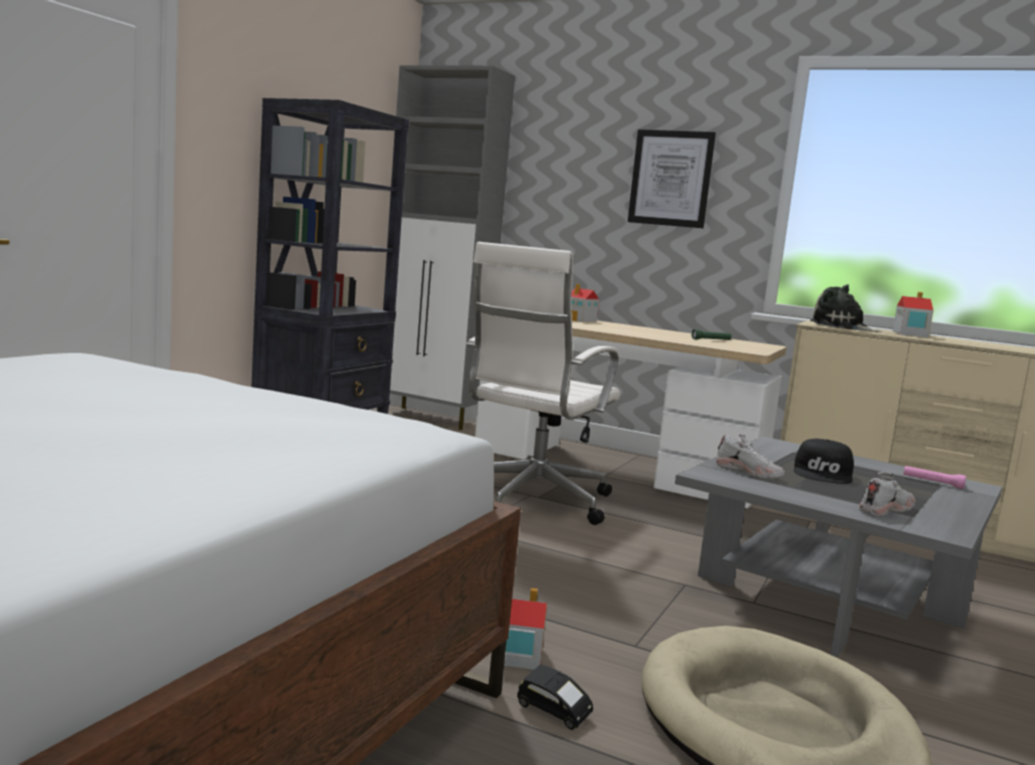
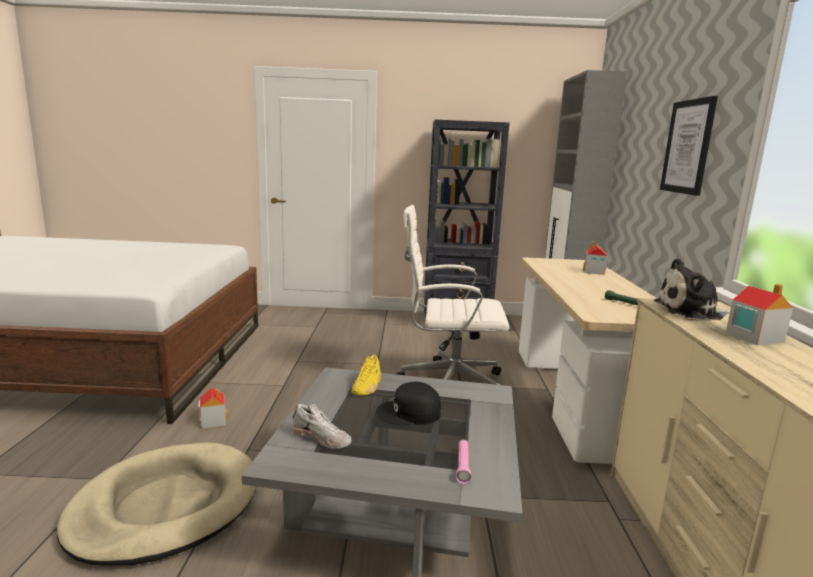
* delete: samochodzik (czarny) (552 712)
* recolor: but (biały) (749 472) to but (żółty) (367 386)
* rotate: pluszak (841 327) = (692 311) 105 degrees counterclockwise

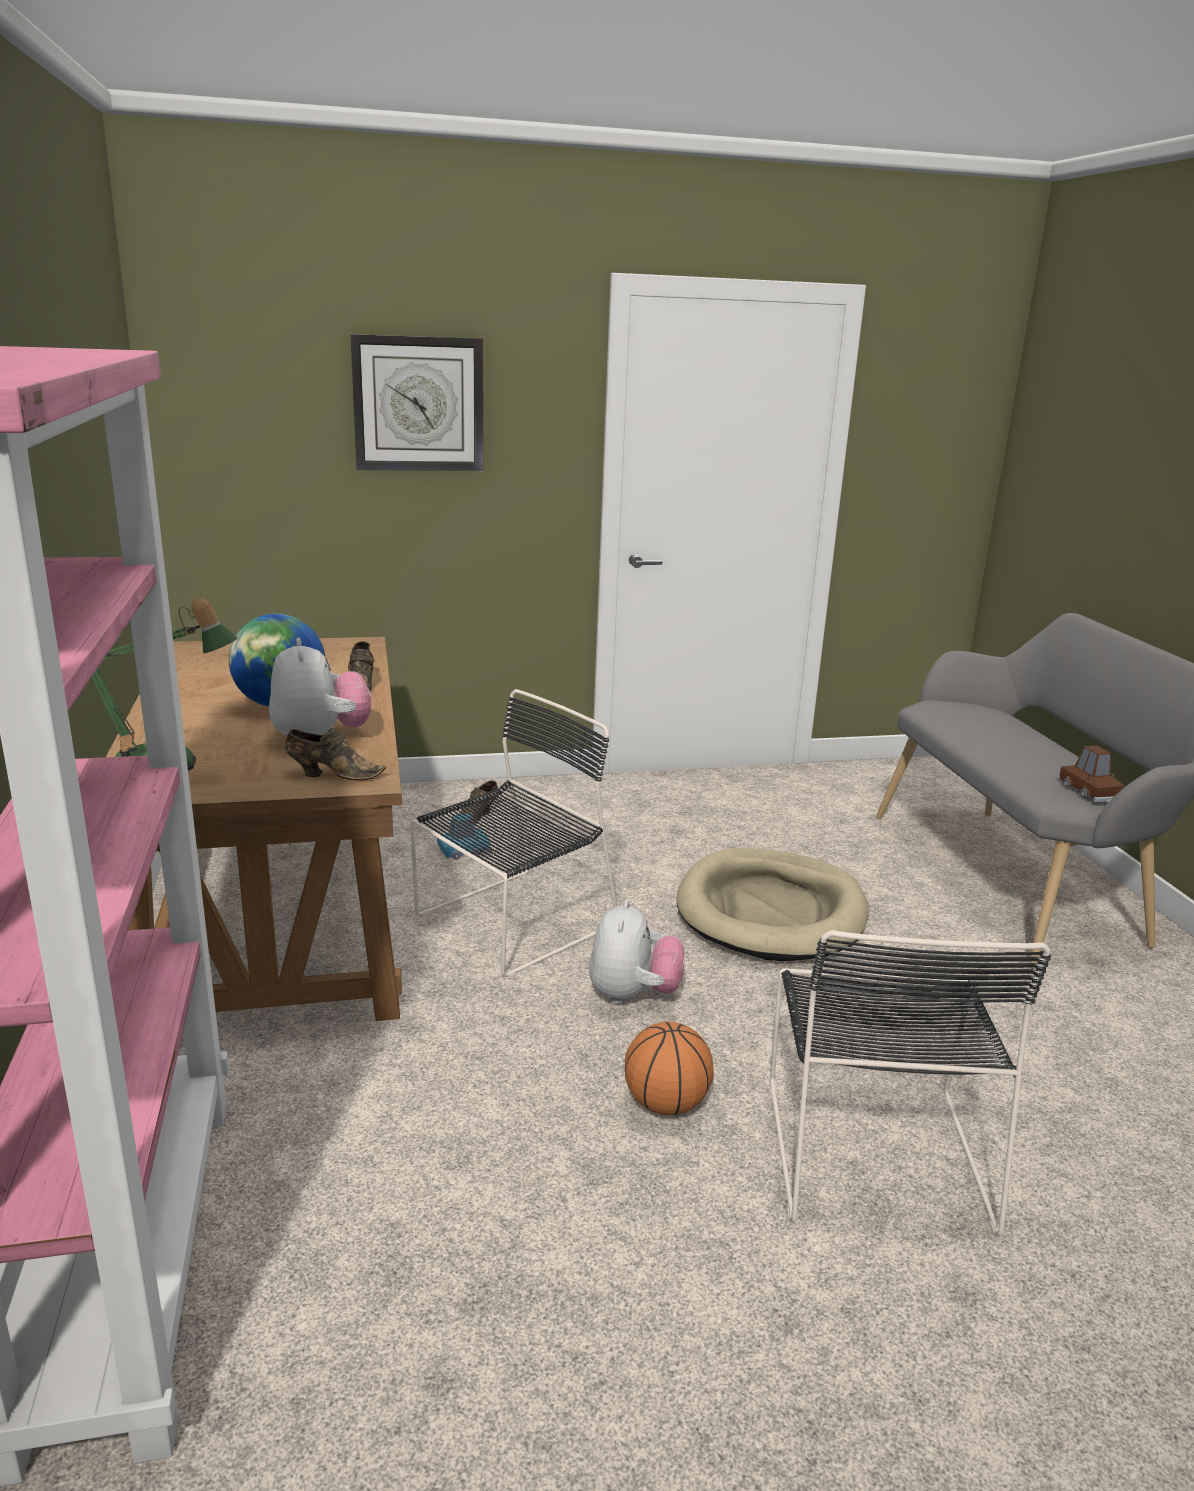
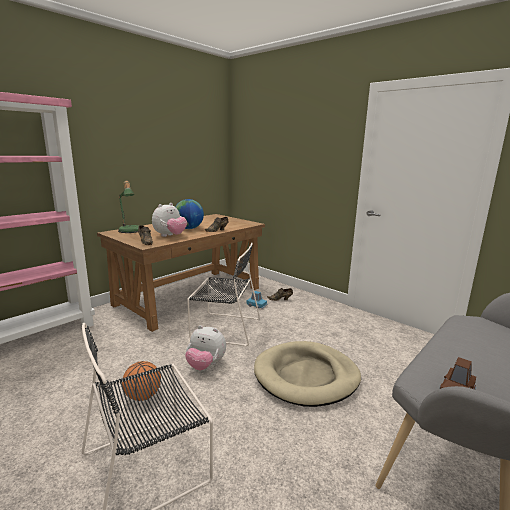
* delete: zegar ścienny (418 404)
* rotate: pluszak (632 995) = (205 365) 45 degrees clockwise

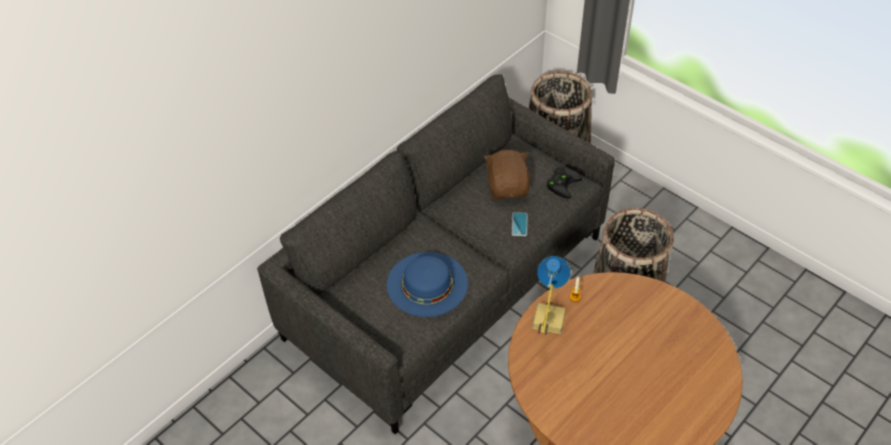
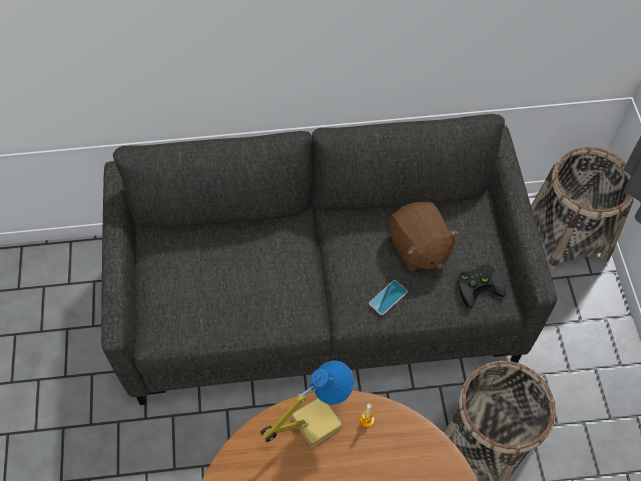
* delete: kapelusz (niebieski) (427 284)
* rotate: pluszak (brązowy) (508 187) = (418 248) 120 degrees clockwise

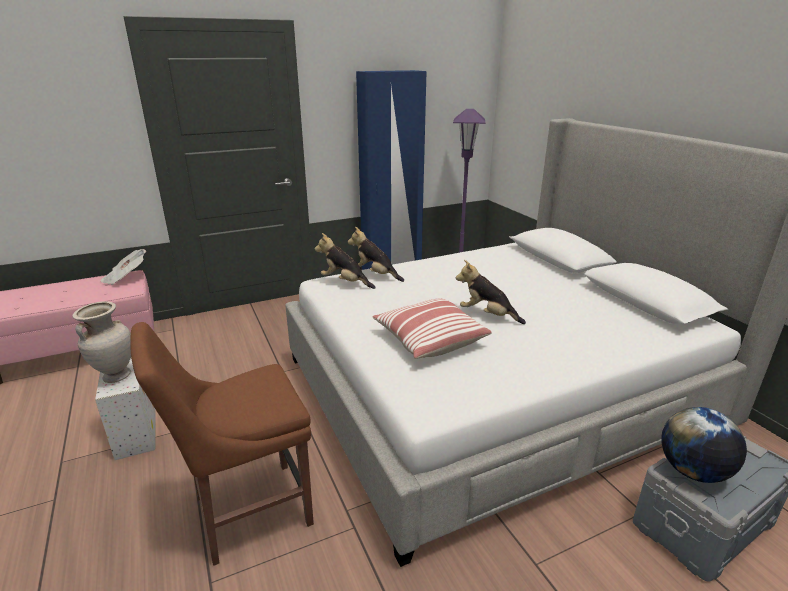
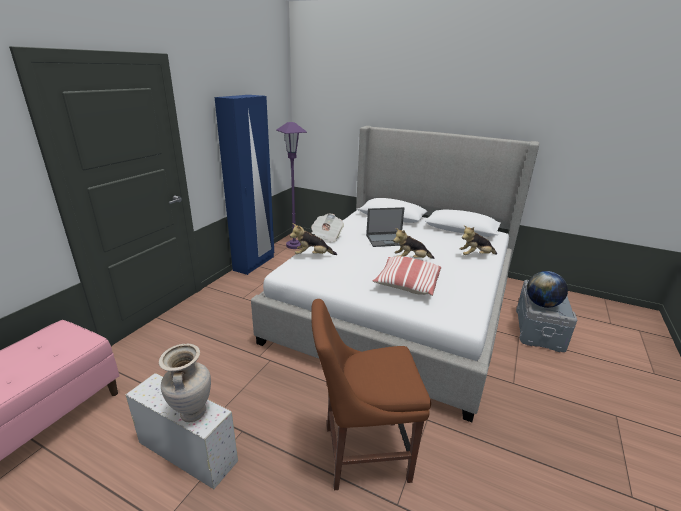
* insert: laptop (388 240)
* move: gazeta (126 278) to (326 237)
* move: pluszak (345 282) to (475 256)
* rotate: krzesło (brązowy) (246 511) = (361 453) 60 degrees clockwise

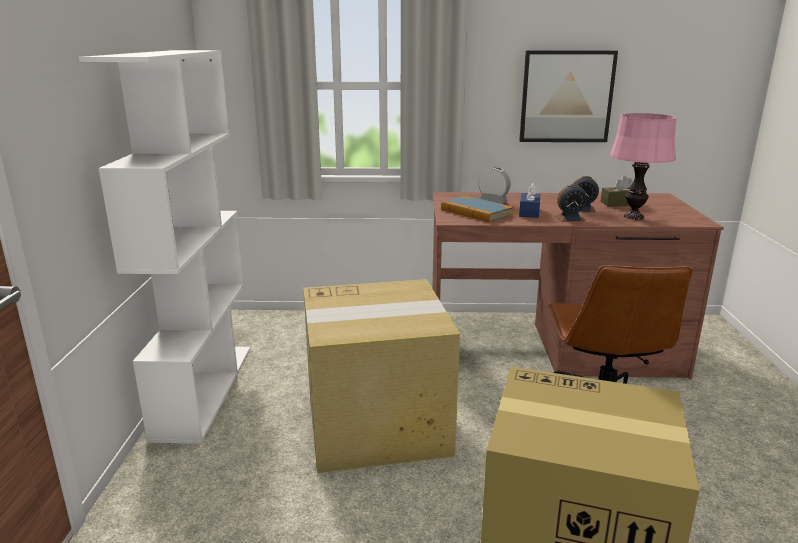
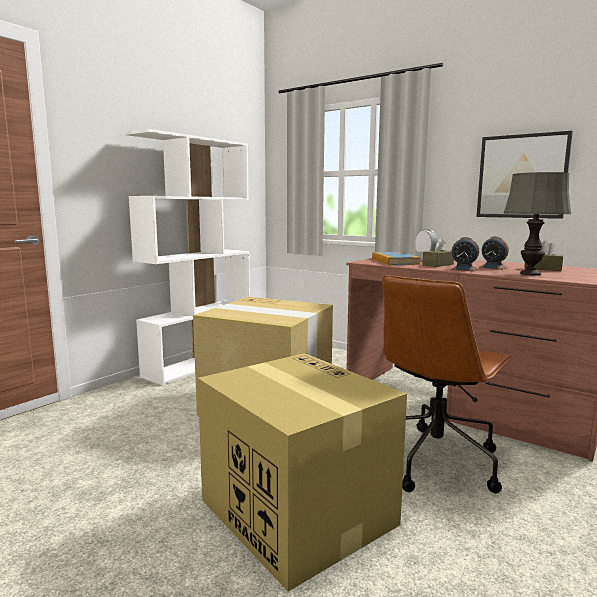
* recolor: pudełko chusteczek (niebieski) (529 212) to pudełko chusteczek (brązowy) (438 264)
* recolor: lampa stołowa (różowy) (633 217) to lampa stołowa (szary) (530 274)

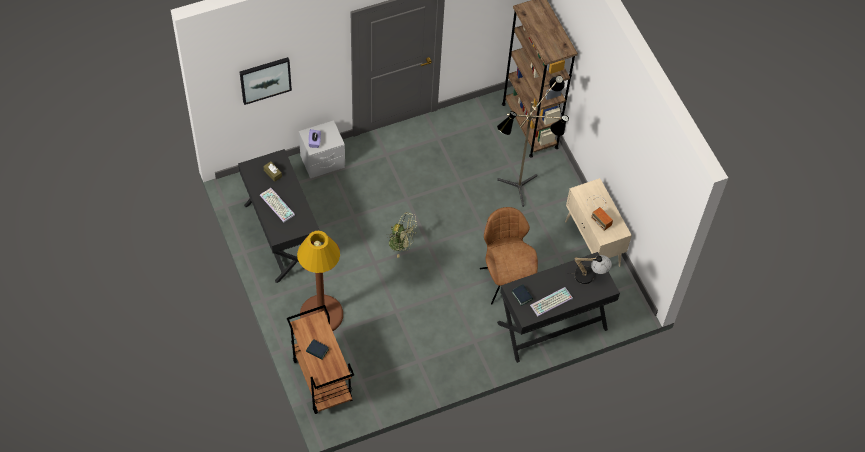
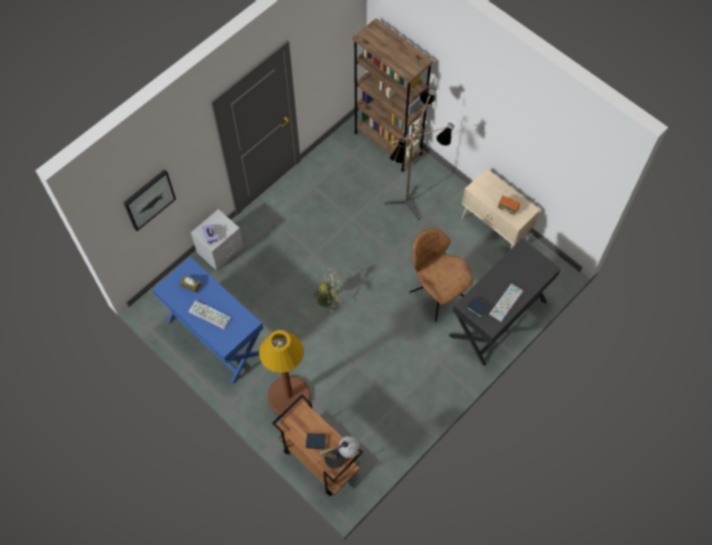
* move: lampa stołowa (589 276) to (340 456)
* recolor: biurko (czarny) (281 236) to biurko (niebieski) (216 336)

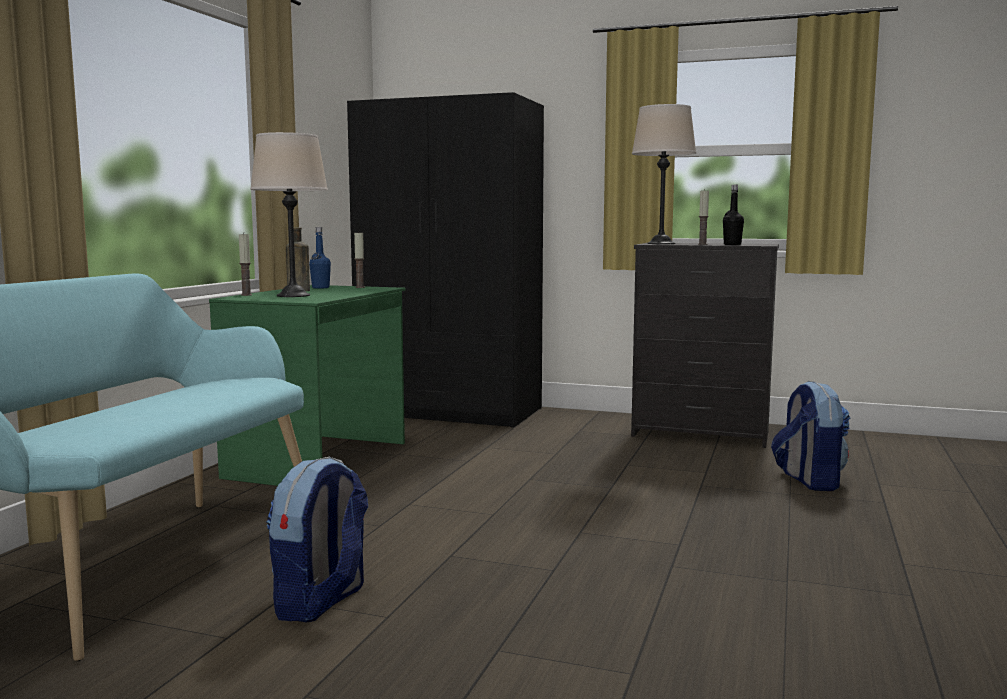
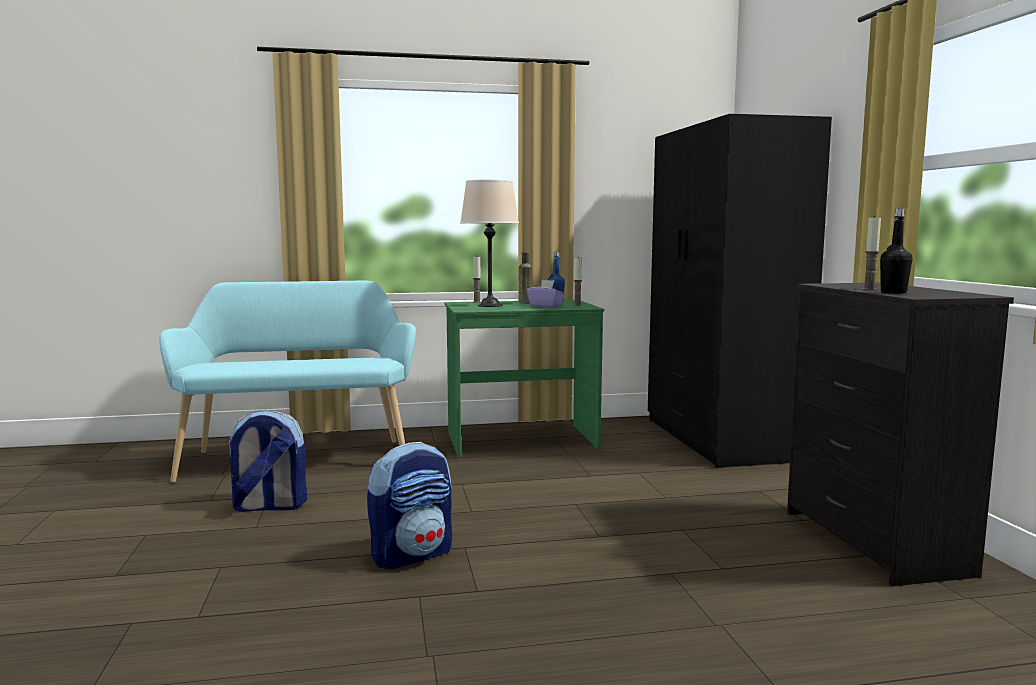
* delete: lampa stołowa (beżowy) (661 243)
* insert: pudełko chusteczek (fioletowy) (546 306)
* move: plecak (809 481) to (412 555)

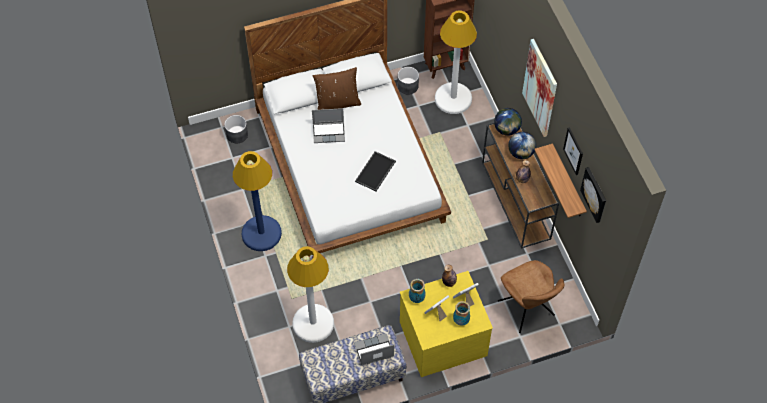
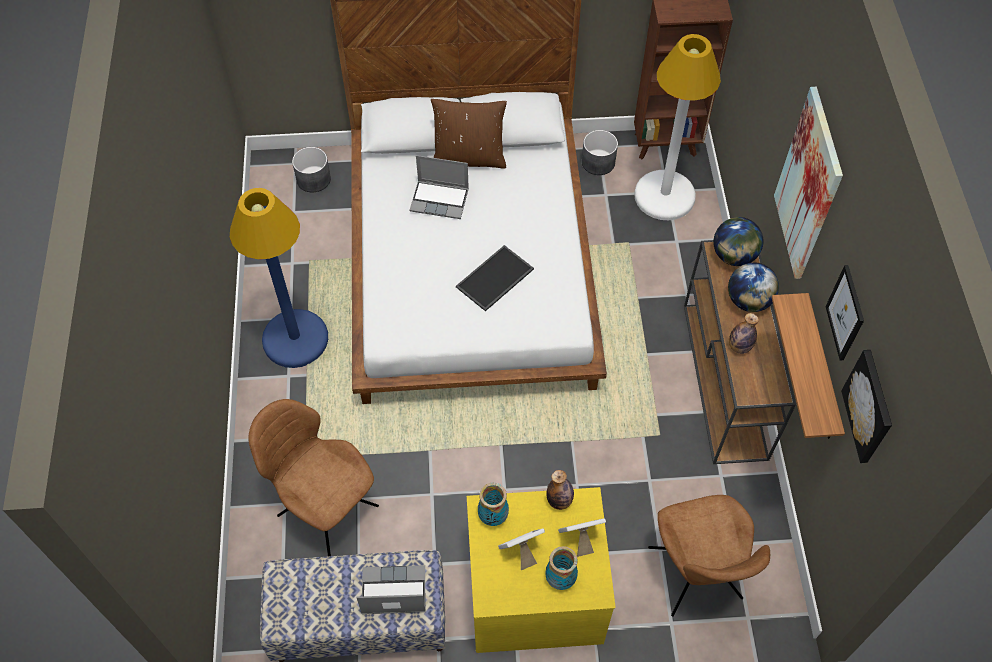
* replace: lampa stojąca (biały) (313 323) to krzesło (brązowy) (325 508)

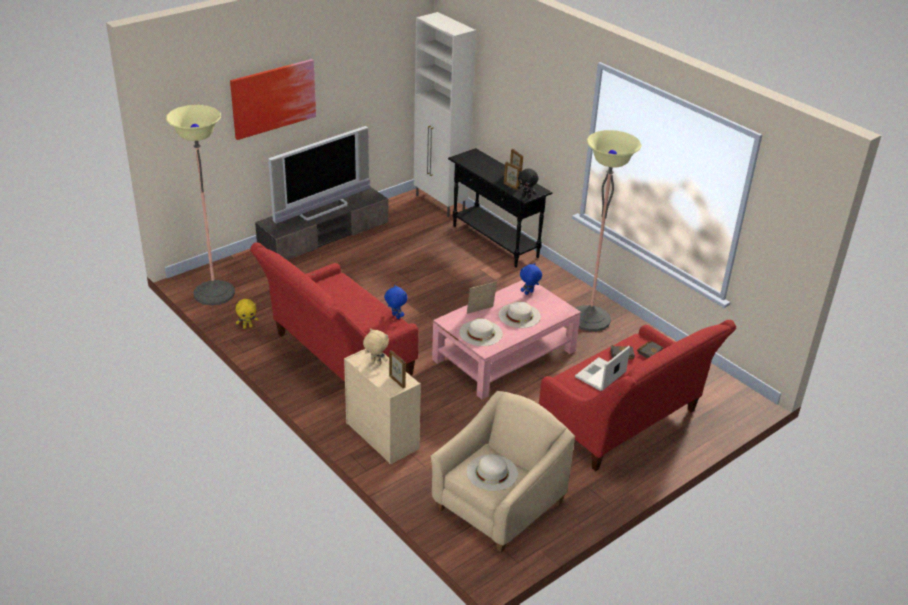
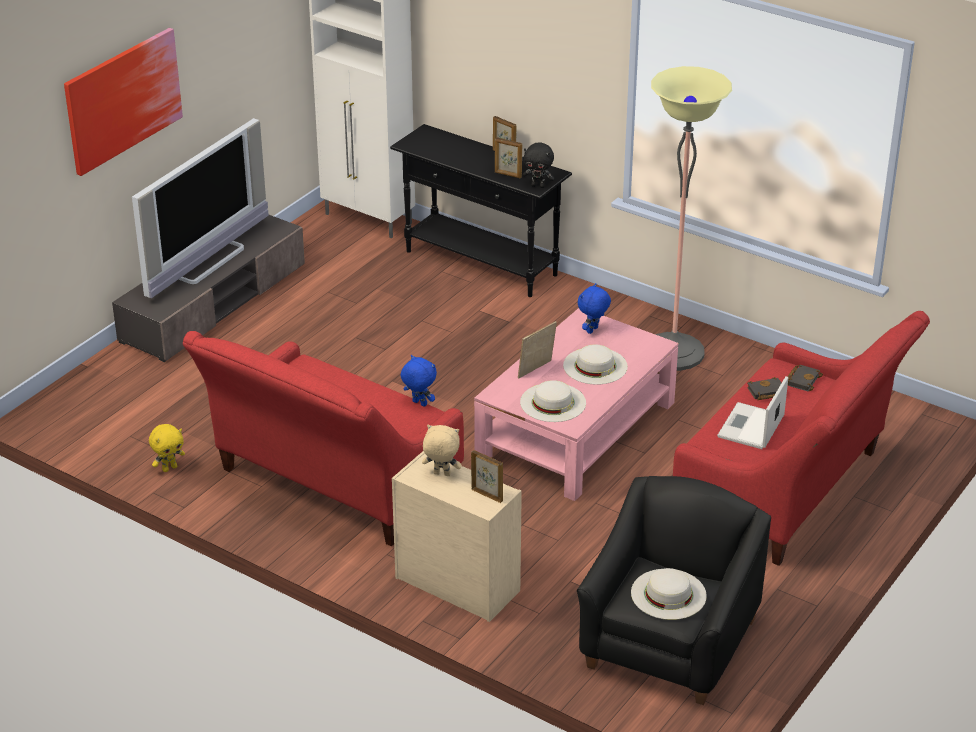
* delete: lampa stojąca (214 293)
* recolor: fotel (beżowy) (498 506) to fotel (czarny) (669 643)

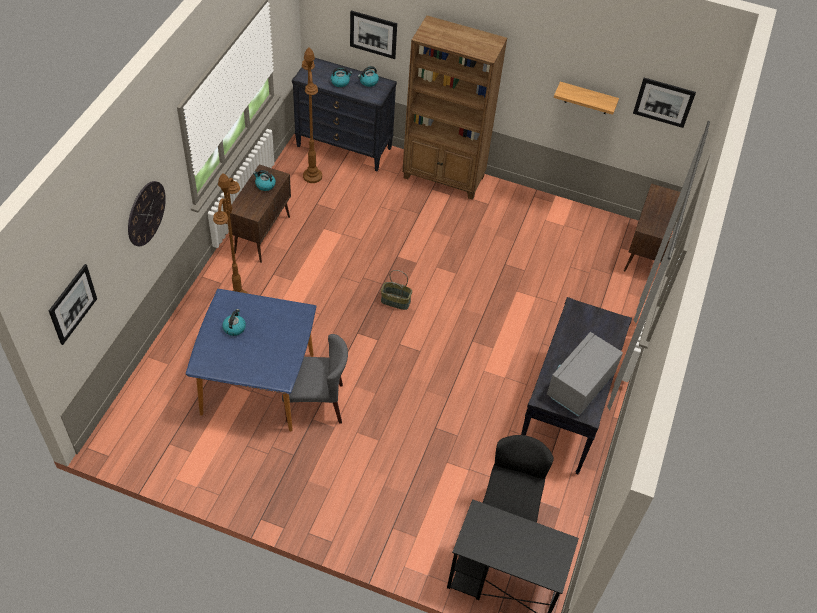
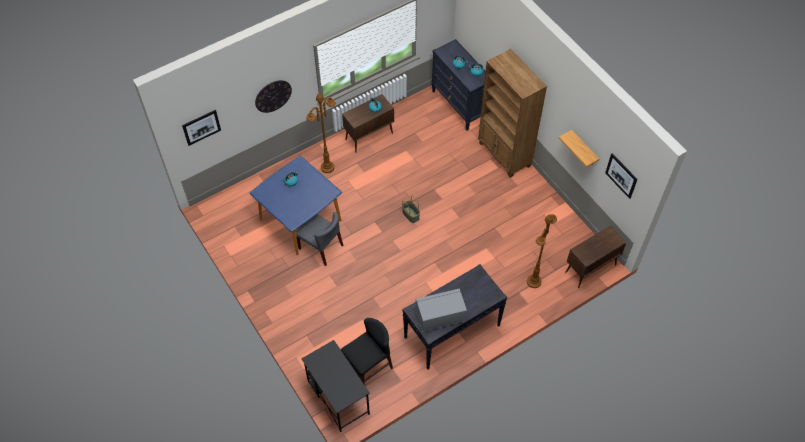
* delete: obraz (373 34)
* move: lampa stojąca (brązowy) (312 176) to (534 282)

